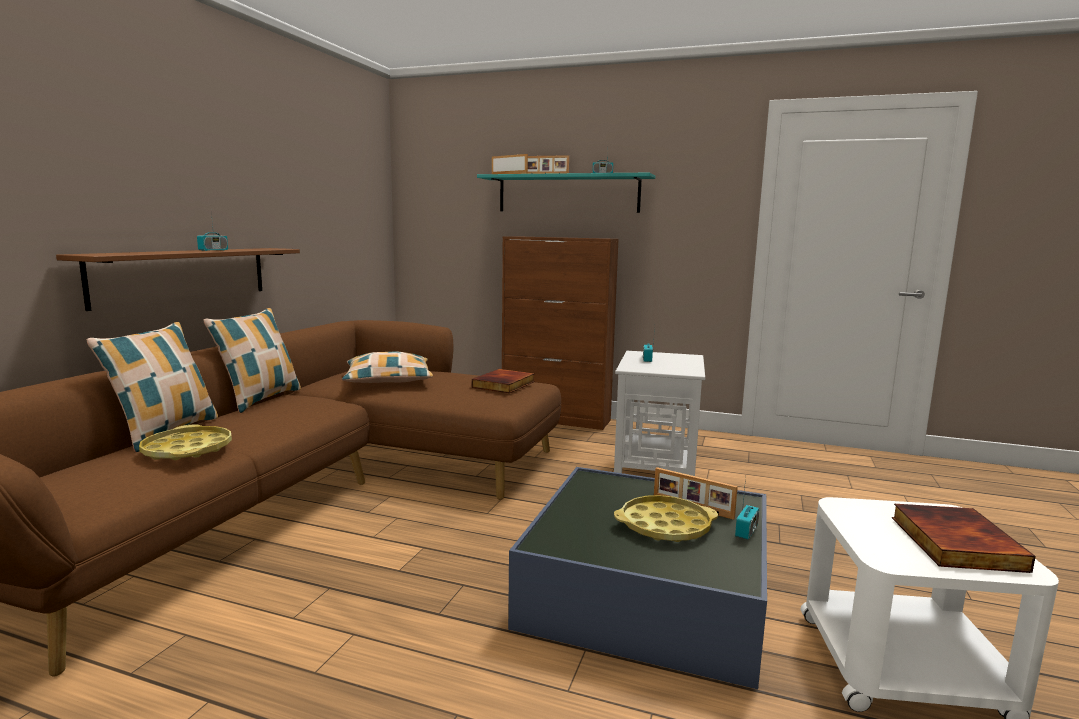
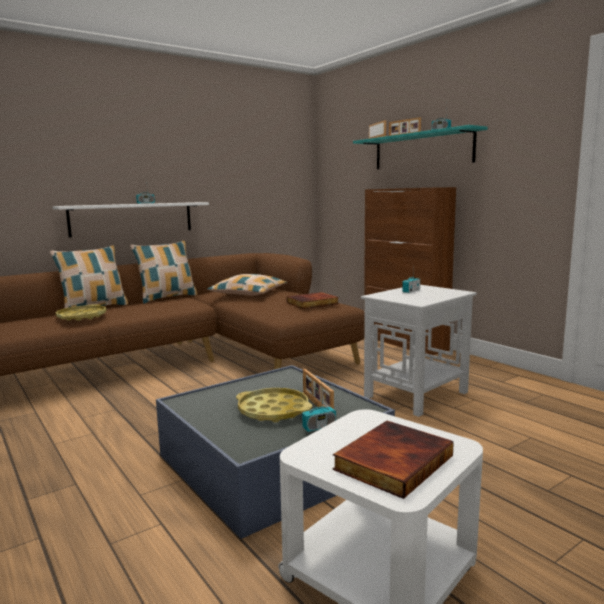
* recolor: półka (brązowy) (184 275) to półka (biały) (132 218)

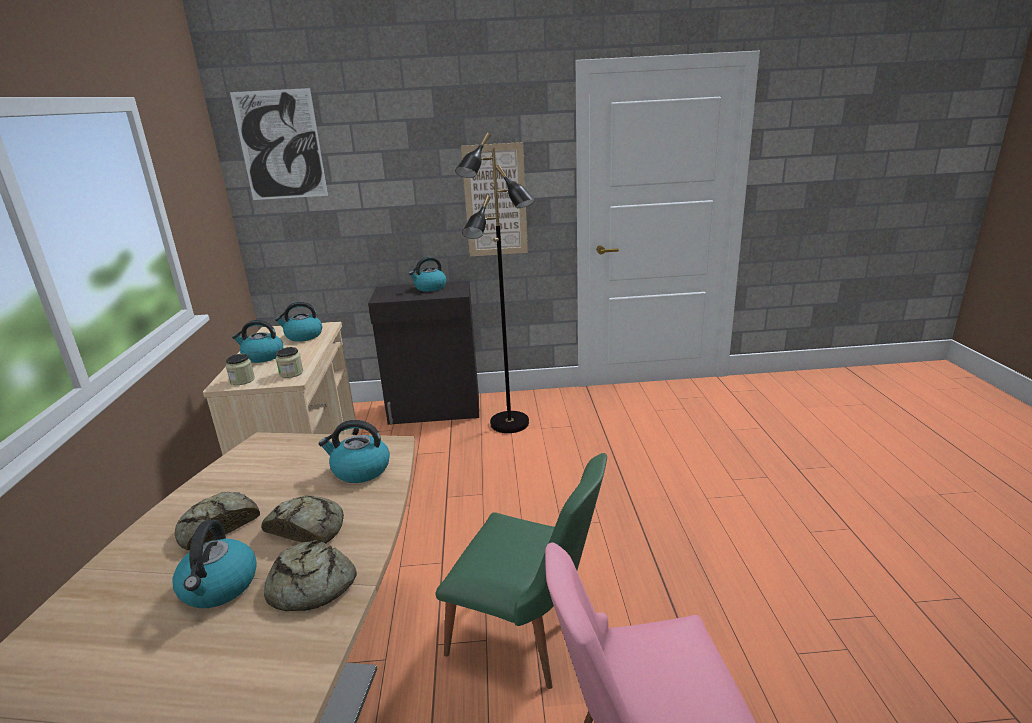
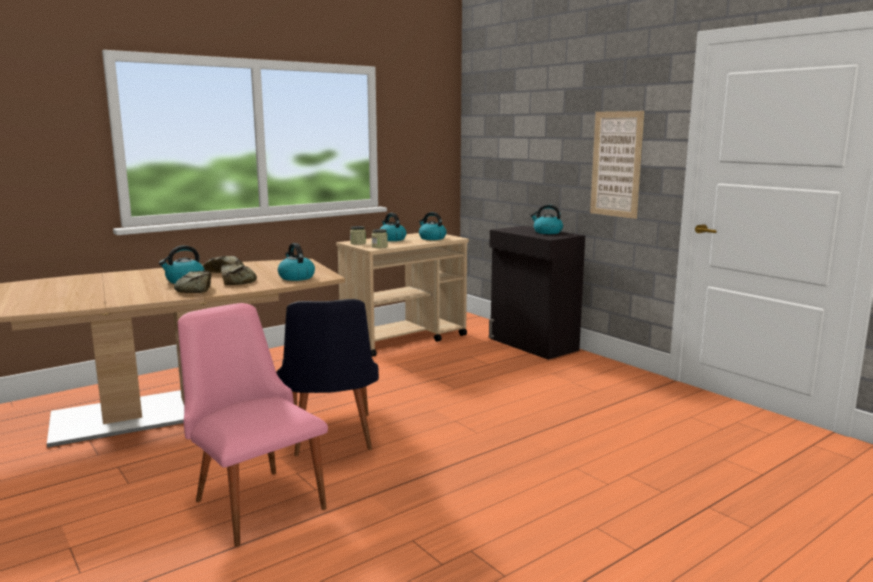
* delete: obraz (280 145)
* delete: lampa stojąca (czarny) (509 424)
* recolor: krzesło (zielony) (529 637) to krzesło (czarny) (330 439)

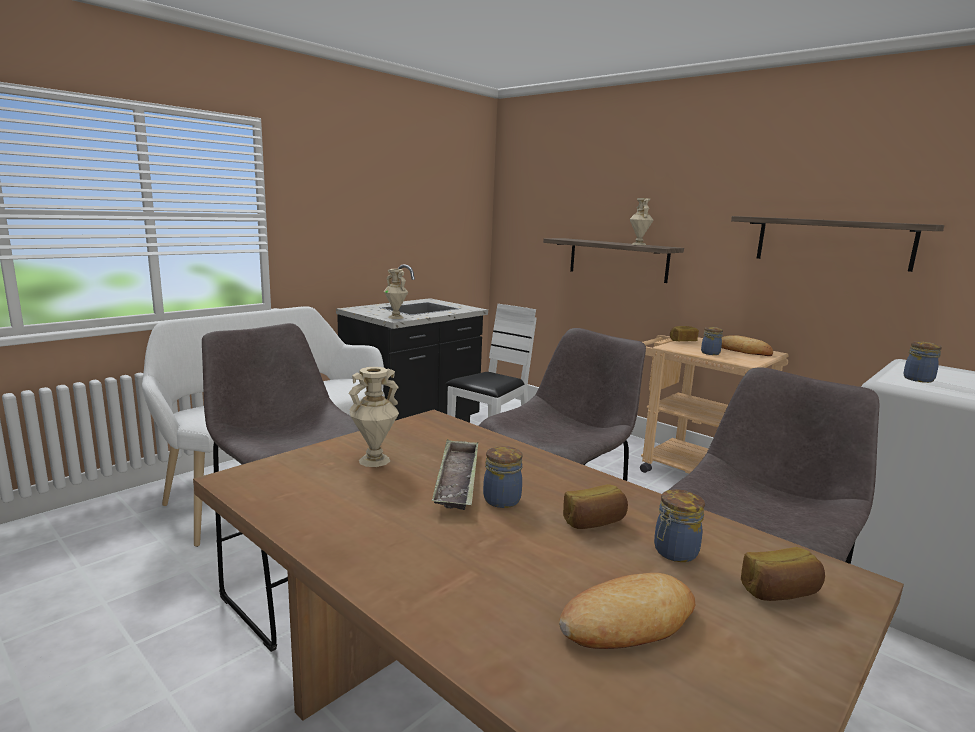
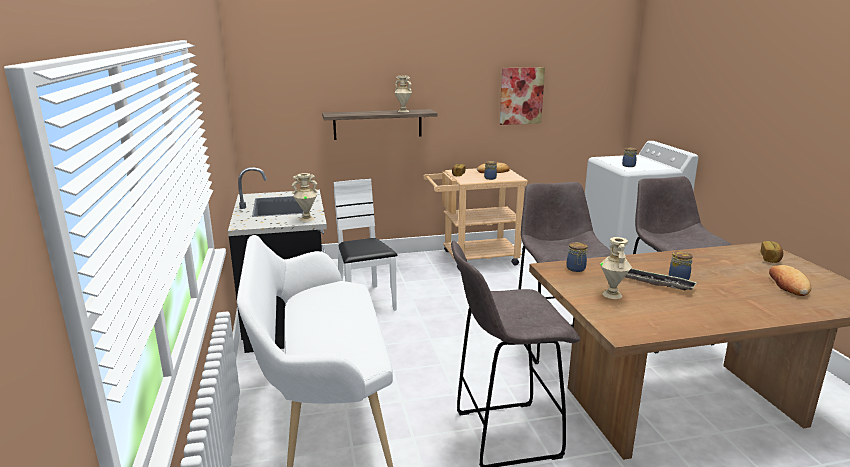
* delete: chleb (594 522)
* move: słoik (674 552) to (576 269)
* replace: półka (832 242) to obraz (521 96)

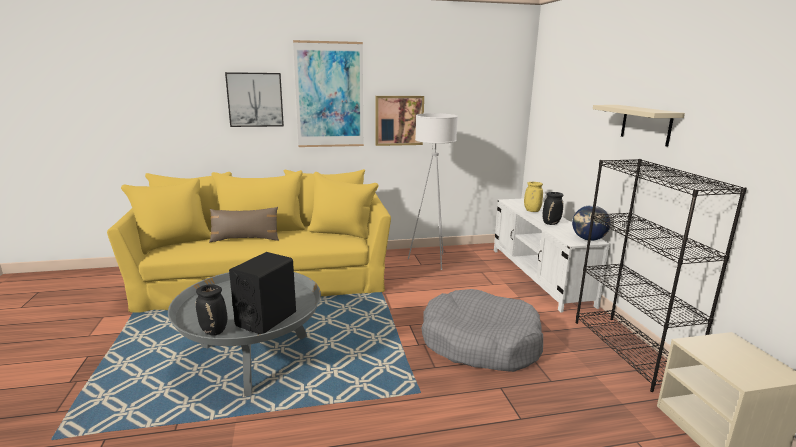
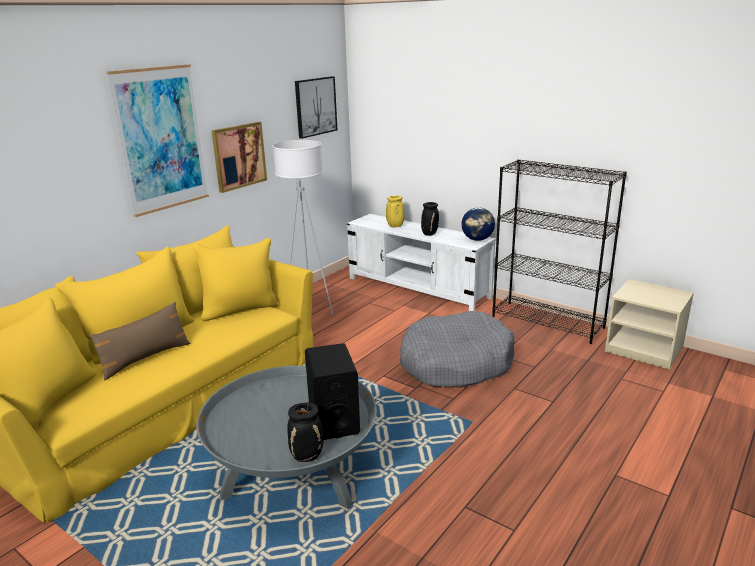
* delete: półka (beżowy) (646 125)
* move: obraz (255 99) to (315 106)

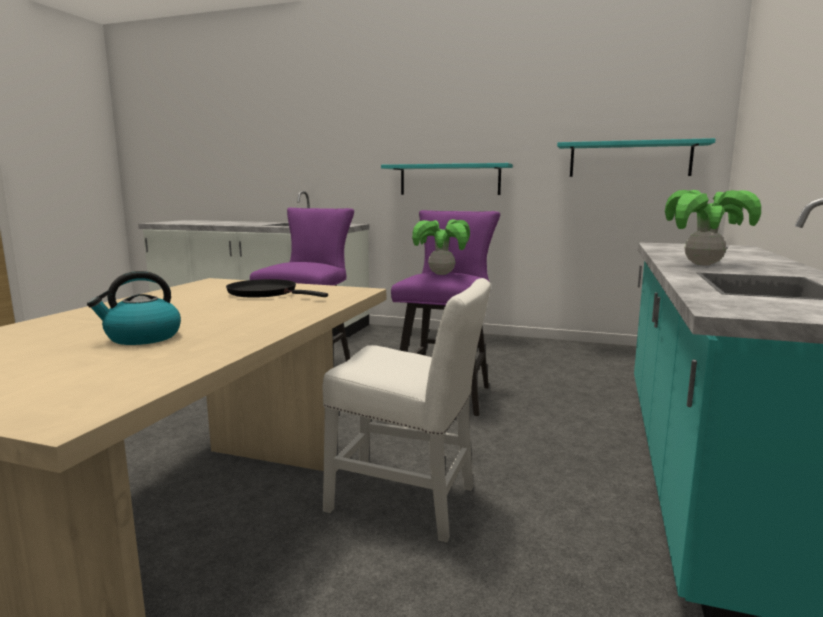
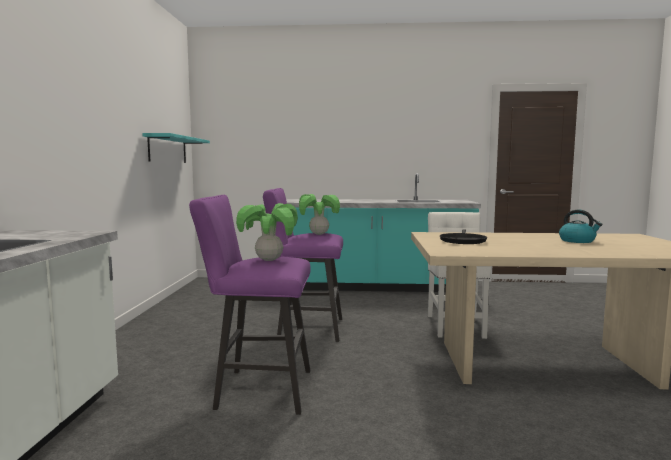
* delete: półka (turkusowy) (449 180)
* move: roślina doniczkowa (702 264) to (269 260)

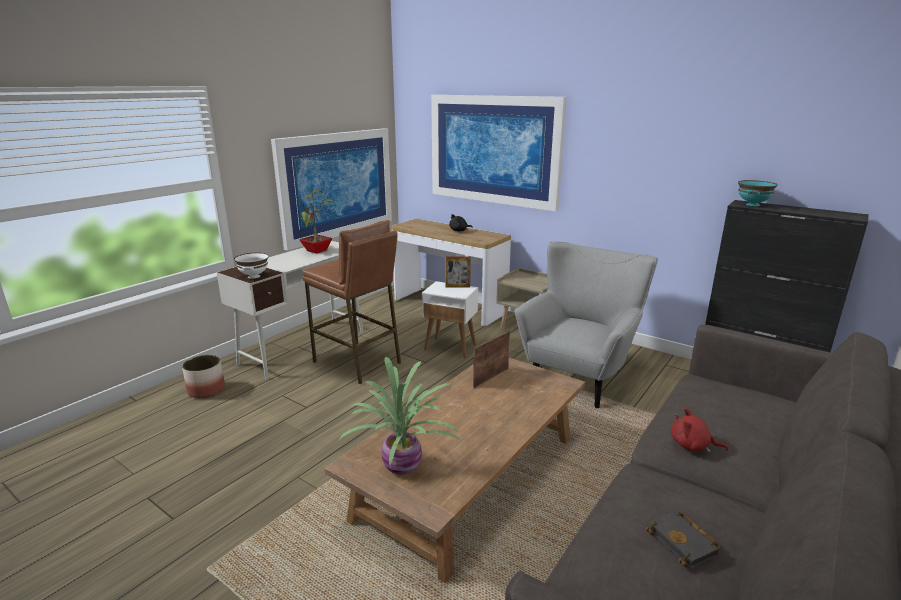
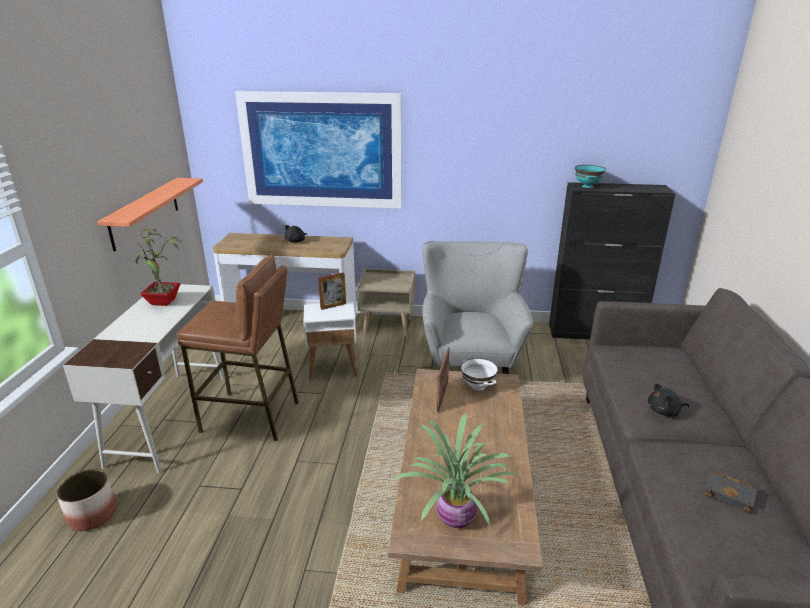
* move: miska (biały) (254 276) to (478 386)
* replace: obraz (337 185) to półka (145 212)
* recolor: pluszak (czerwony) (692 446) to pluszak (czarny) (664 411)

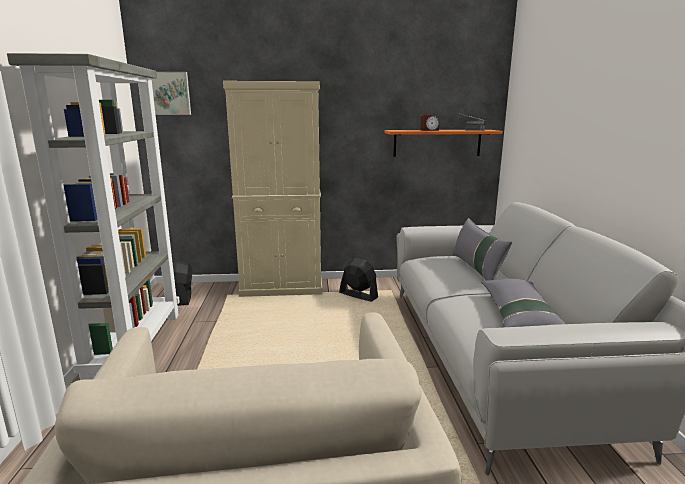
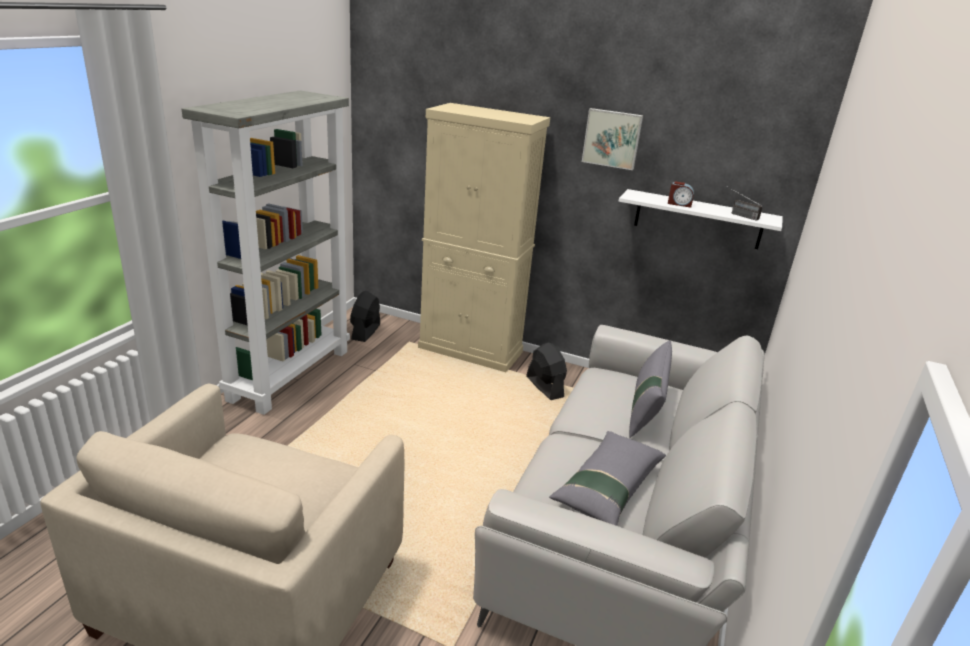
* move: obraz (168 93) to (612 138)
* recolor: półka (pomarańczowy) (437 143) to półka (biały) (698 219)

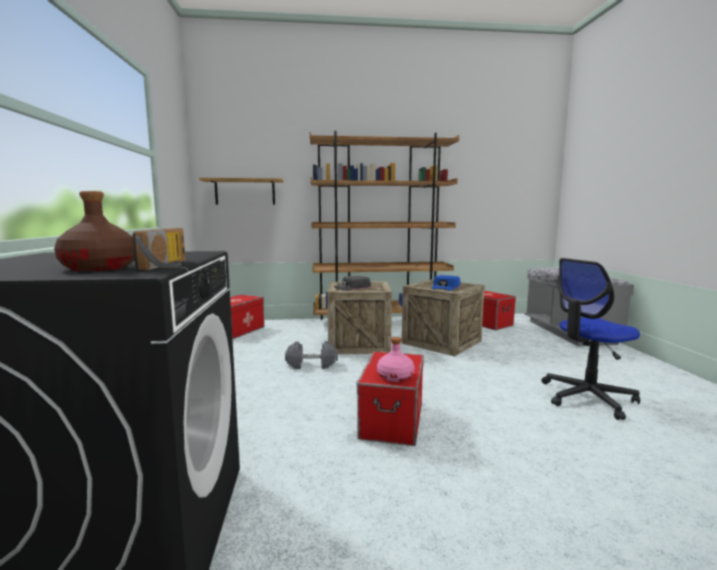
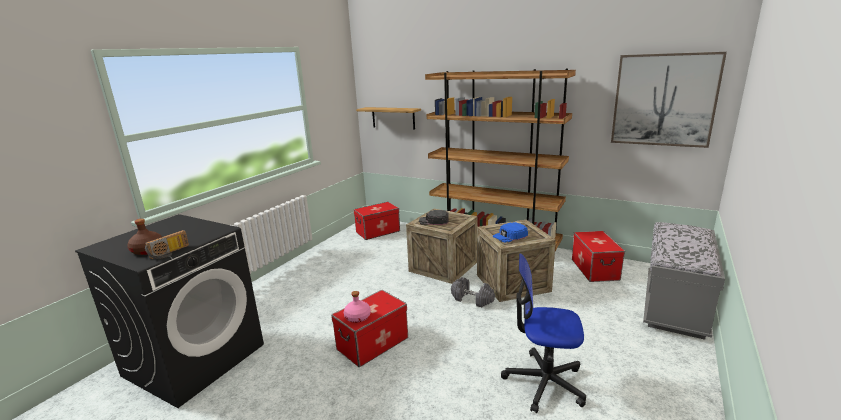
* insert: obraz (664 100)
* move: hantel (szary) (312 365) to (472 299)

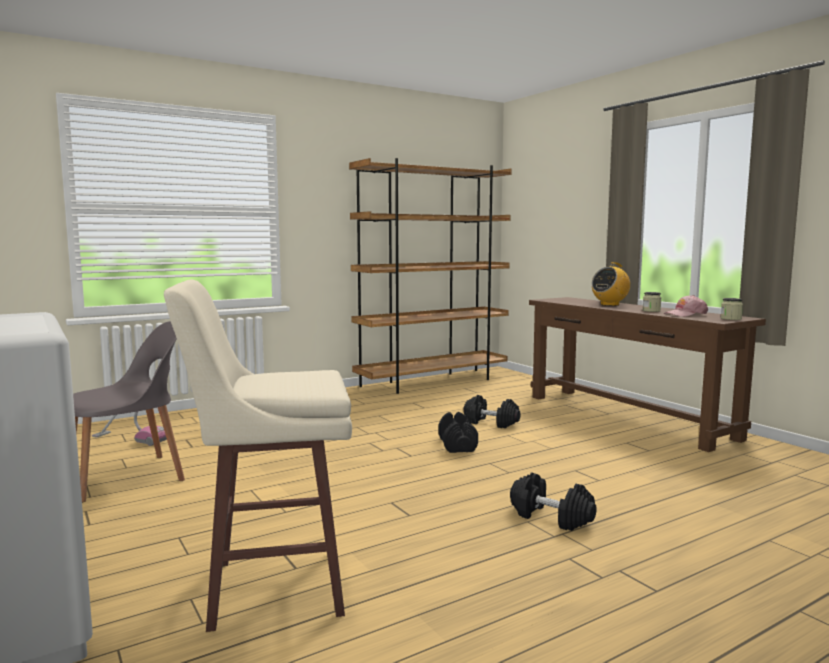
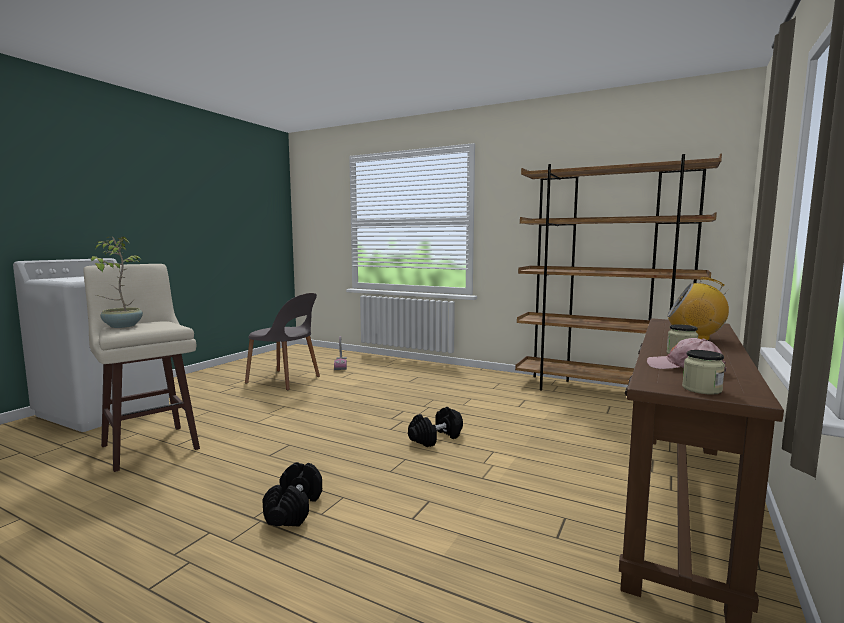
* delete: hantel (czarny) (491 423)
* insert: roślina doniczkowa (121 326)

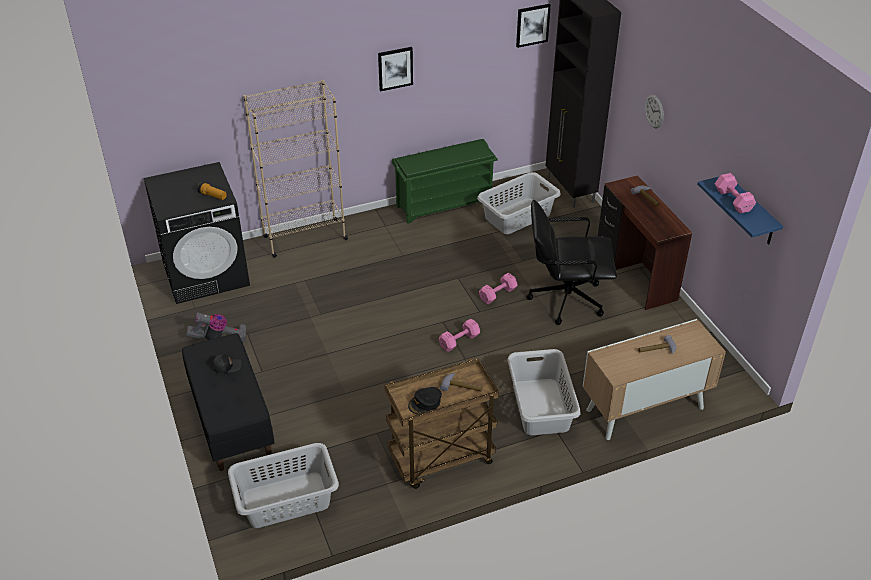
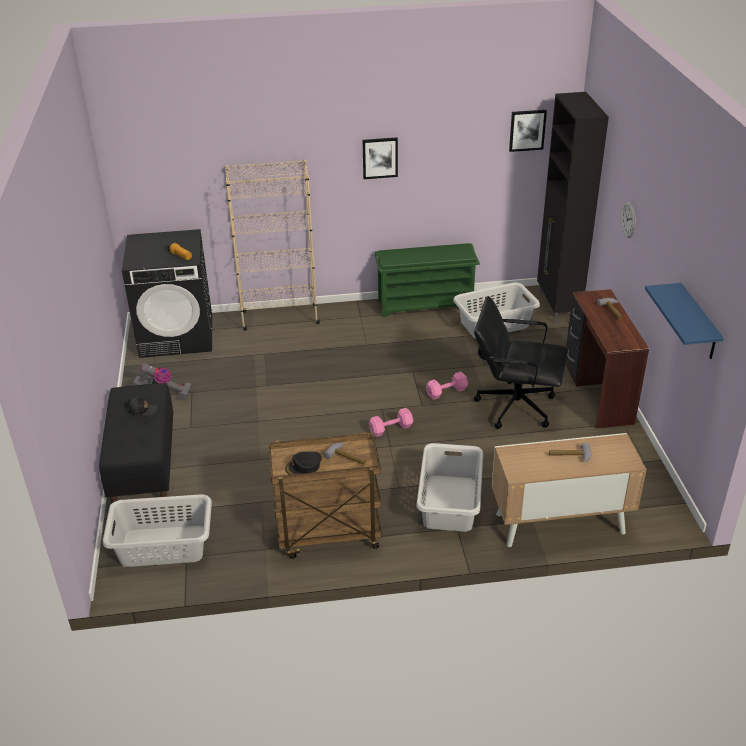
* delete: hantel (różowy) (733 201)

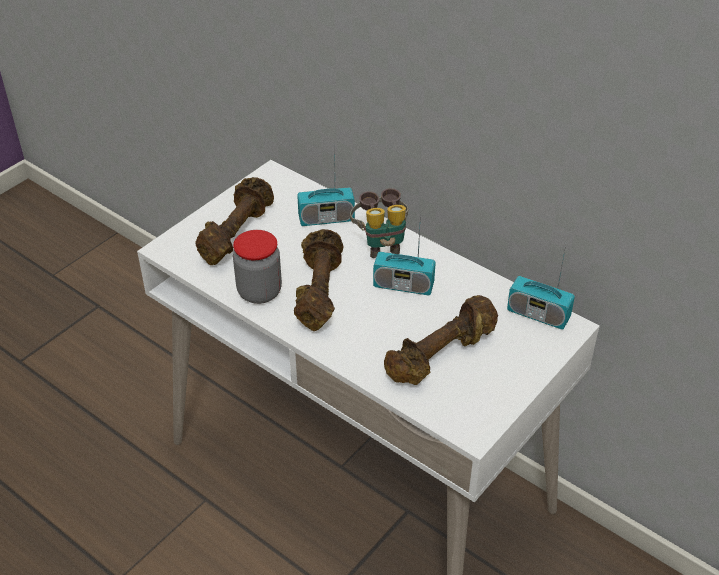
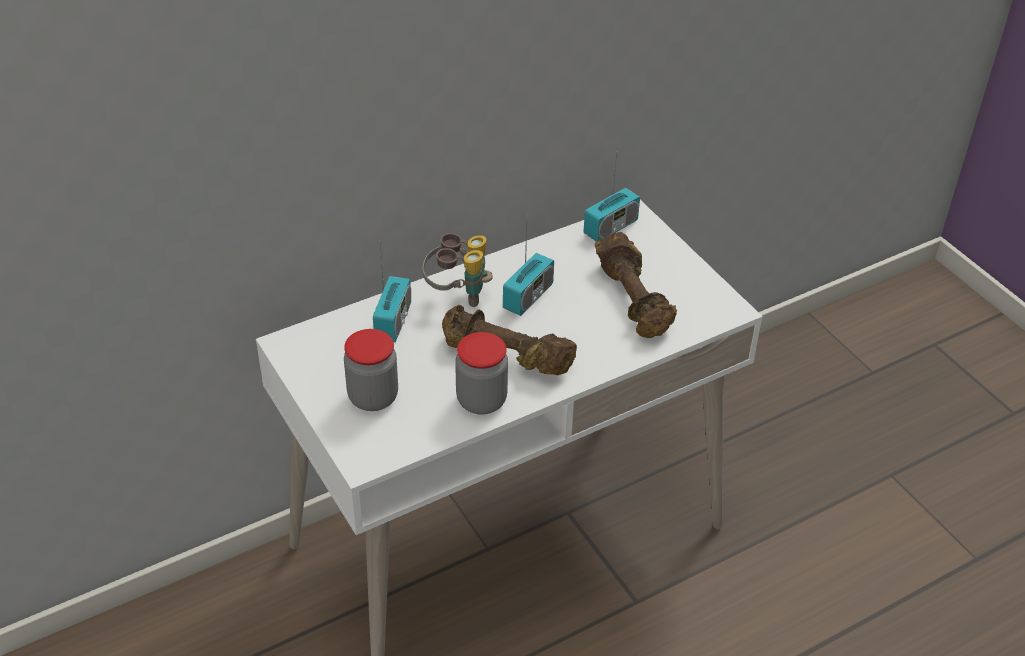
* replace: hantel (brązowy) (235 233) to słoik (373 397)

